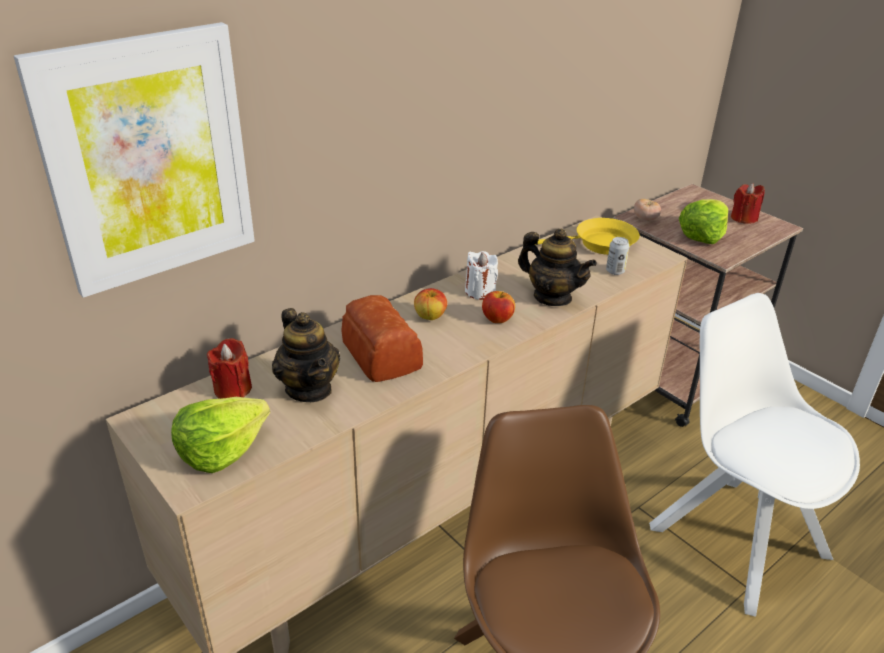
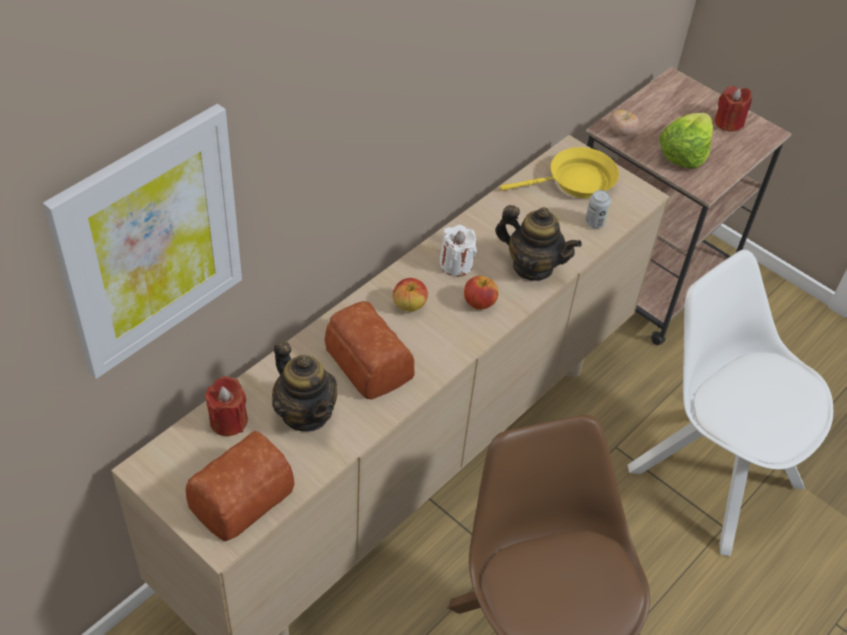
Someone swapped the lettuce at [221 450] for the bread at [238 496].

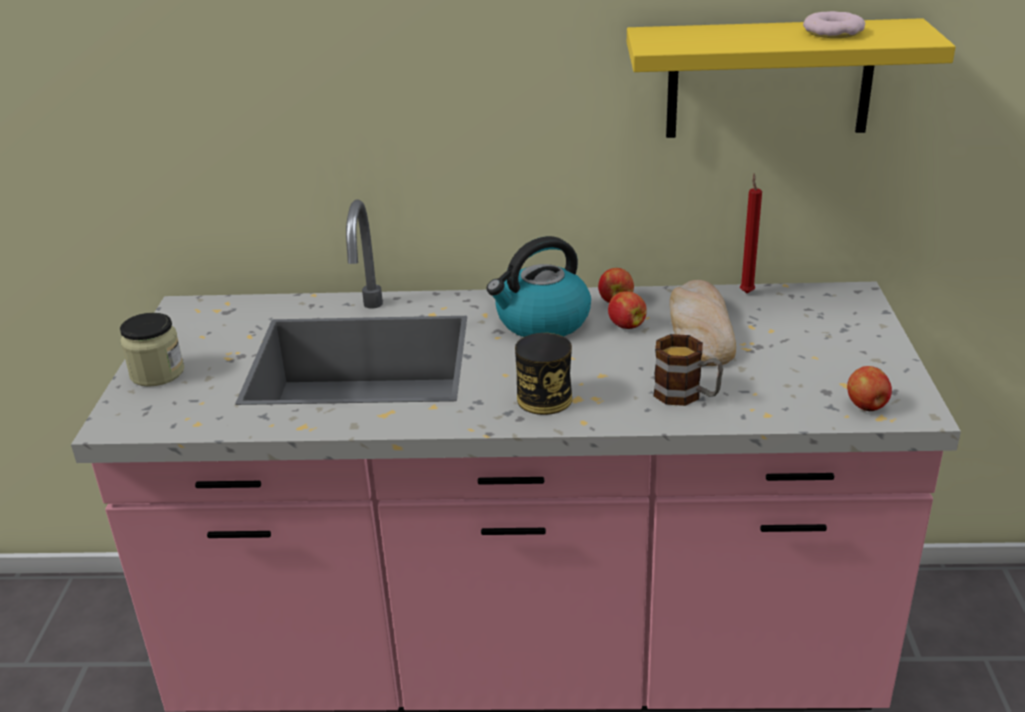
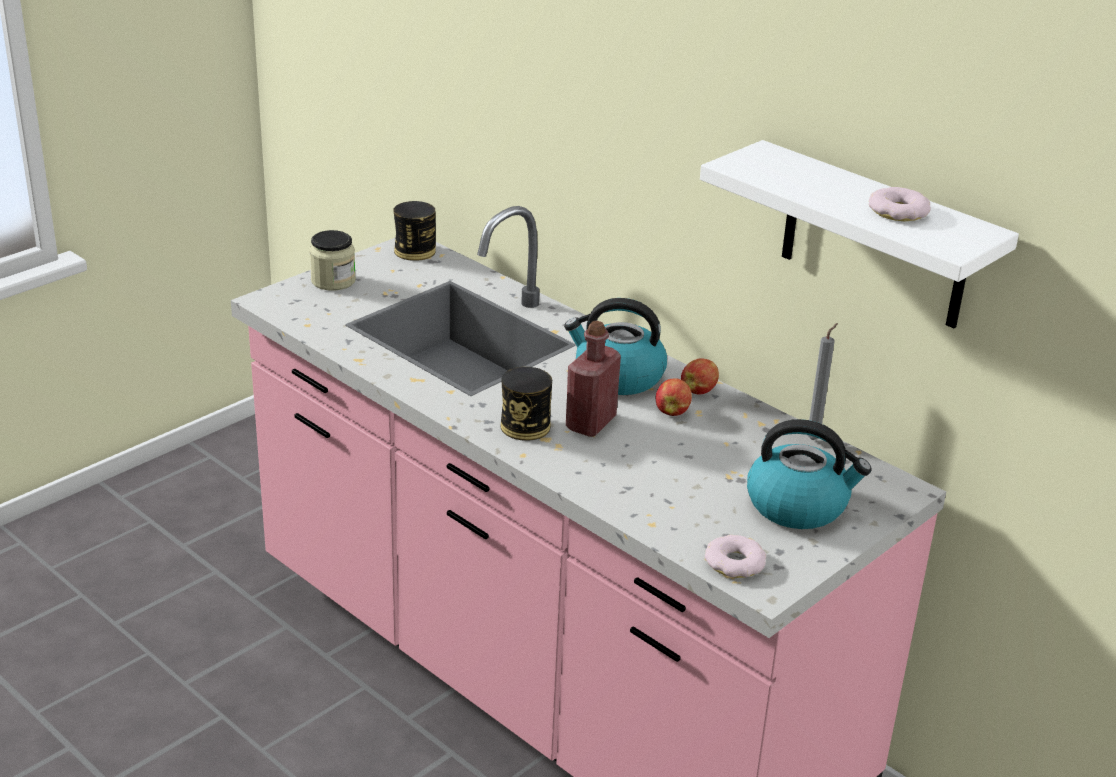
Someone put down the can at [415 251].
Someone put down the red bottle at [591 423].
Someone repainted the yellow shelf at [769 79], which became the white shelf at [875 237].
Someone swapped the apple at [867 406] for the donut at [735 562].
Someone put down the kettle at [798 505].
Someone repainted the red candle at [746 292], which became the grey candle at [814 439].
Someone took away the mug at [686 395].
Someone took away the bread at [700 329].

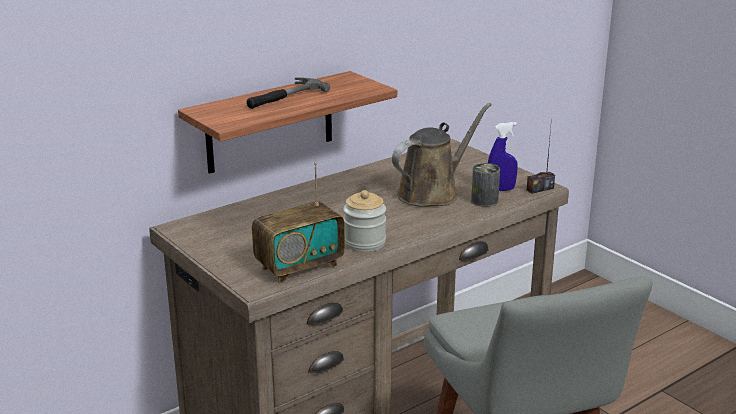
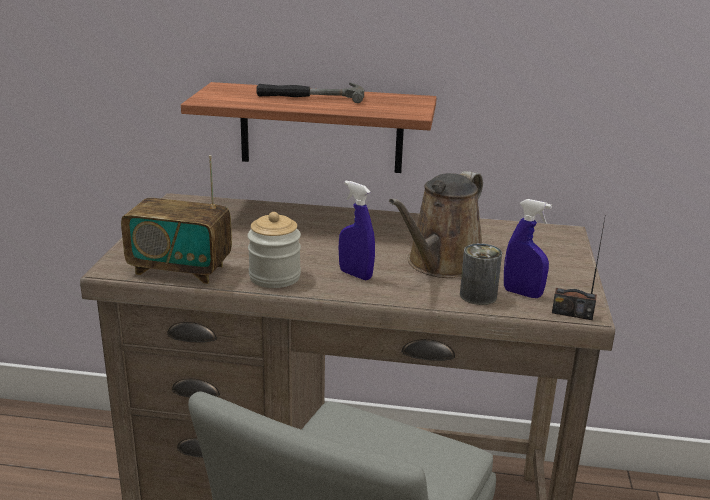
Someone put down the blue spray bottle at [355 275].
Someone rotated the brown watering can at [432 193] by 120 degrees clockwise.

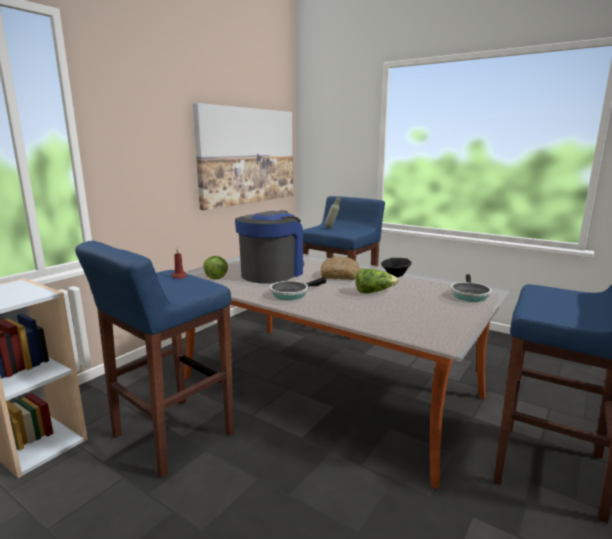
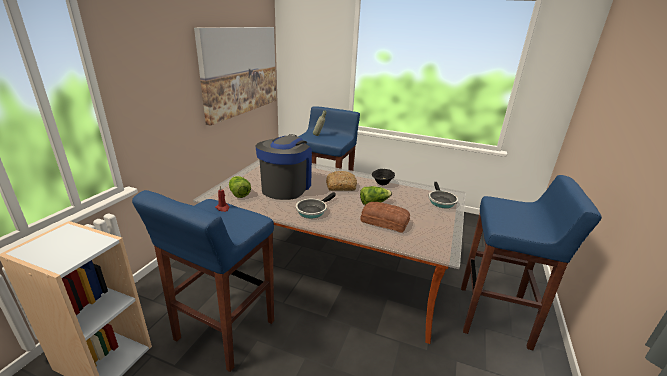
Someone put down the bread at [384 221].

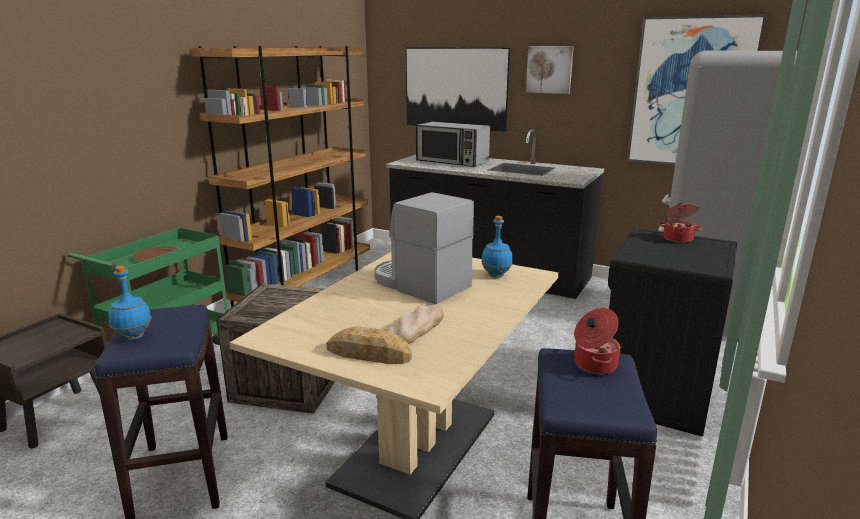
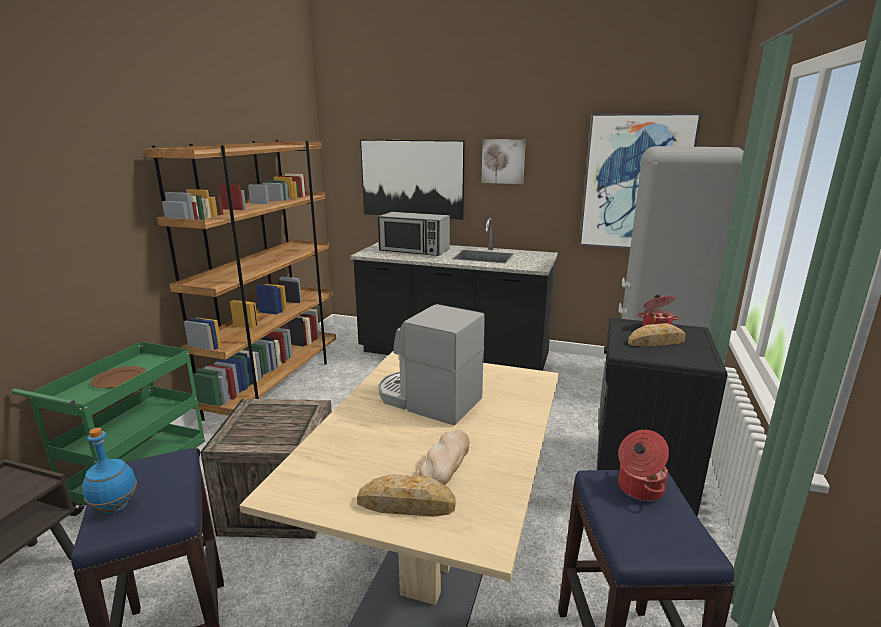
Someone put down the bread at [656 341].
Someone took away the blue bottle at [496 275].

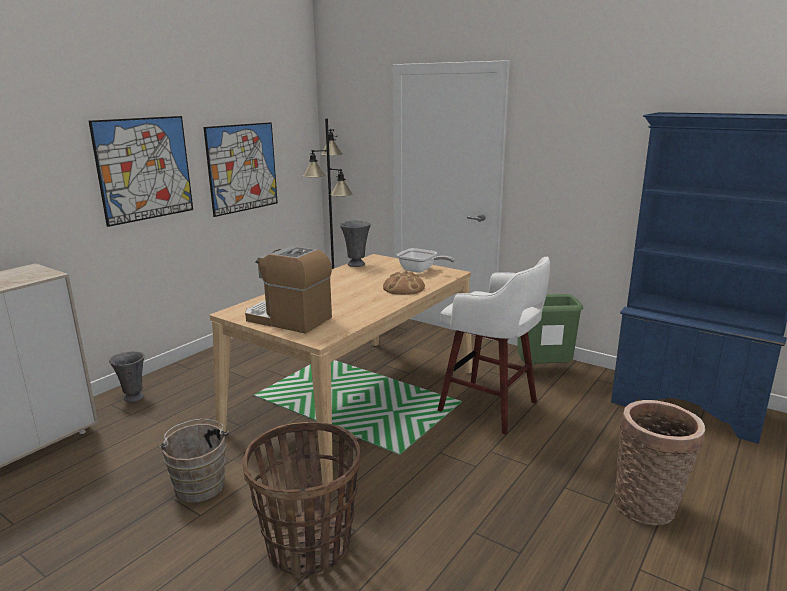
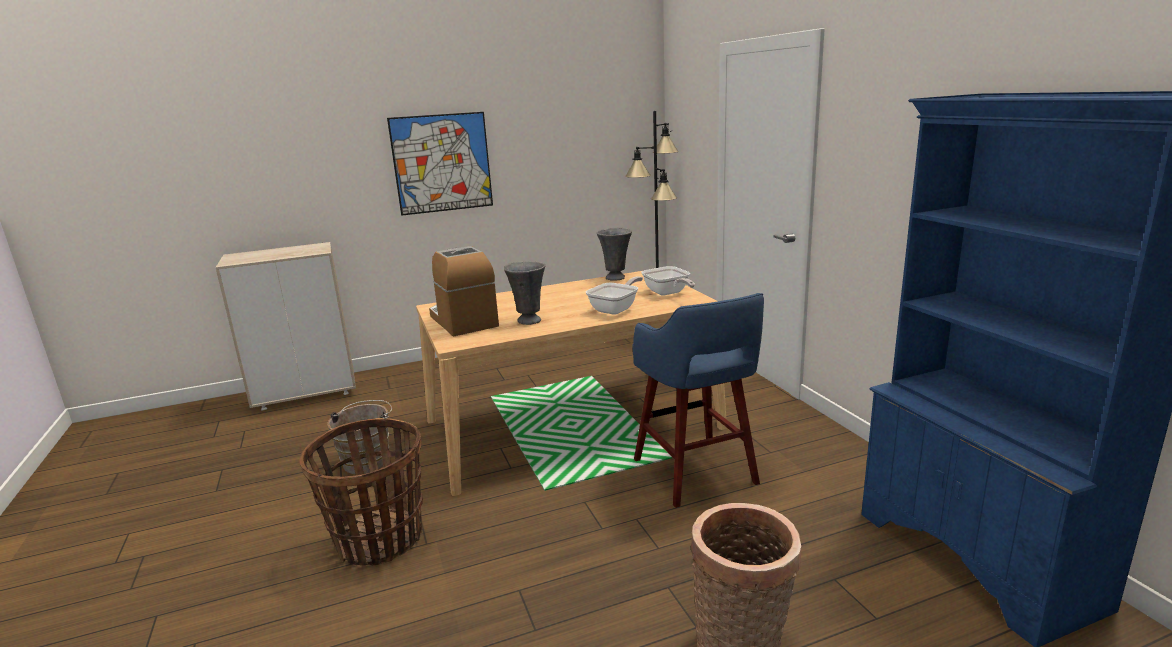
Someone carried the grey vase from [133 397] to [529 320].
Someone swapped the bread at [404 288] for the frying pan at [616 309].
Someone repainted the white stool at [490 408], which became the blue stool at [696 474].
Someone took away the picture at [242 168].
Someone took away the green trash can at [543 370].

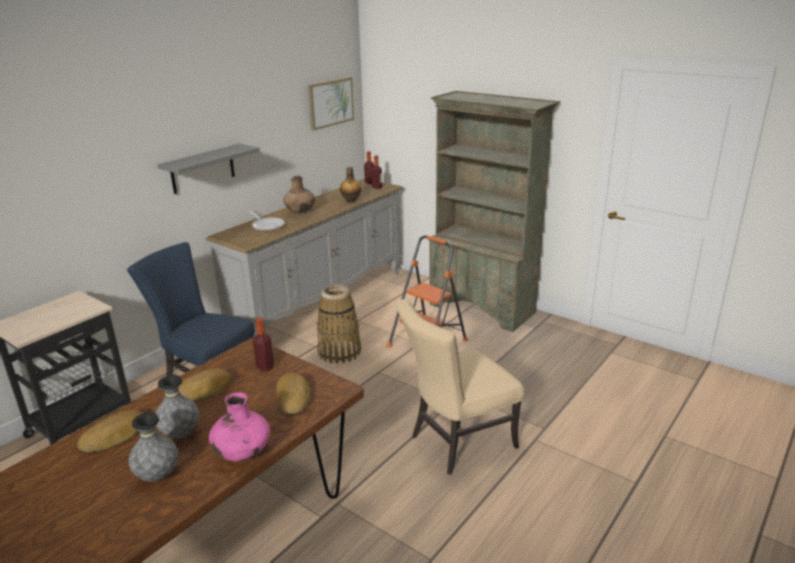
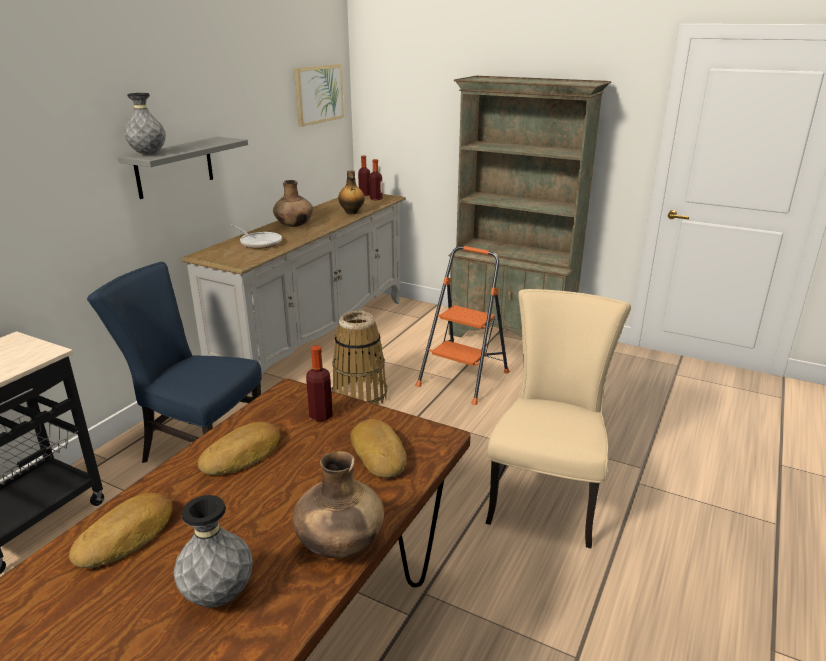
Someone carried the grey vase from [180 434] to [148 154].
Someone repainted the pink vase at [242 454], which became the brown vase at [340 544].
Someone rotated the beige chair at [457 442] by 150 degrees clockwise.

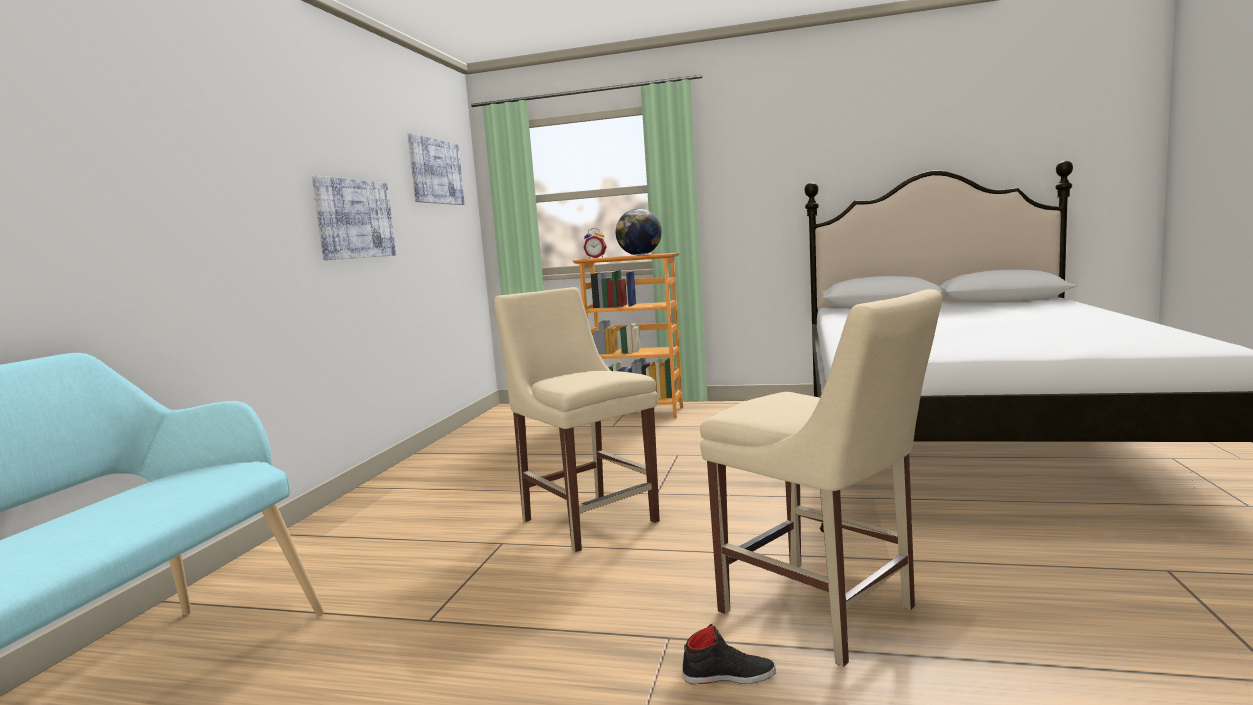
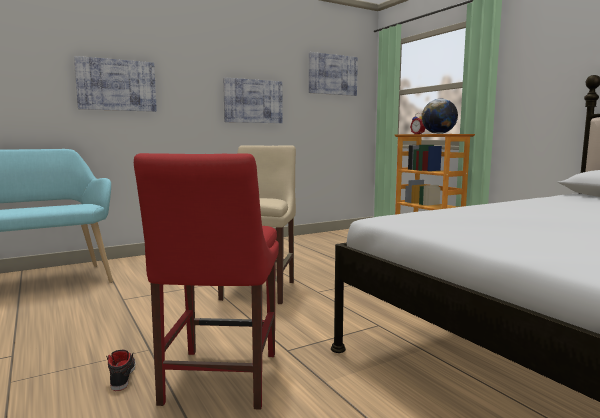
Someone put up the picture at [116 85].
Someone rotated the black shoe at [728 675] by 150 degrees counterclockwise.
Someone repainted the beige chair at [823 613], which became the red chair at [218 381].

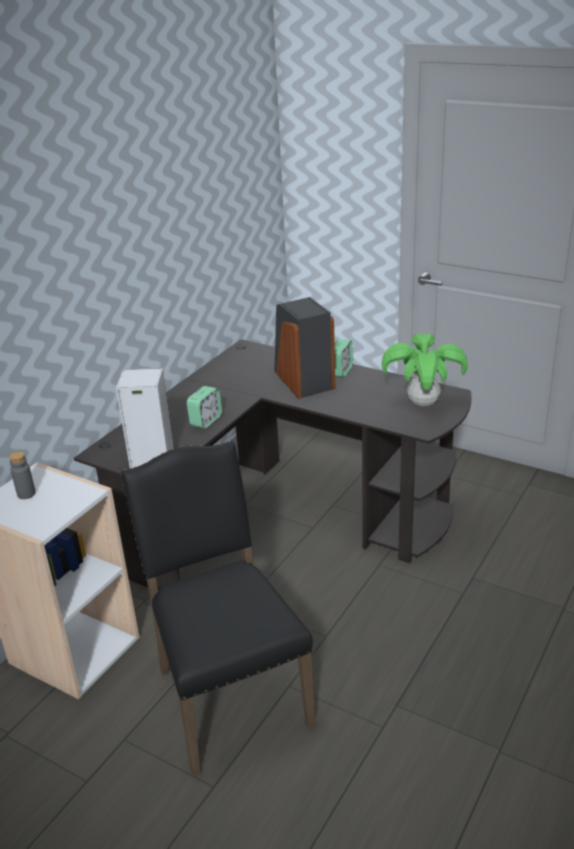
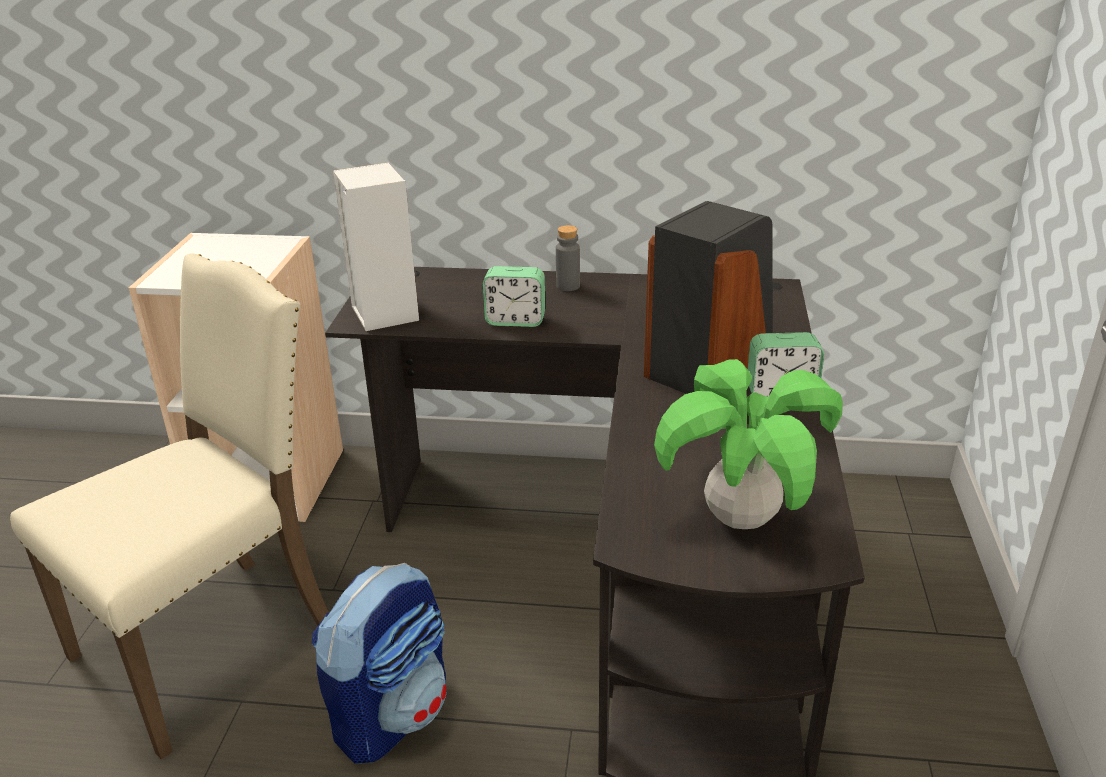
Someone repainted the black chair at [228 695], which became the beige chair at [212 642].
Someone put down the backpack at [392 713].
Someone carried the grey bottle from [26 494] to [568 286].

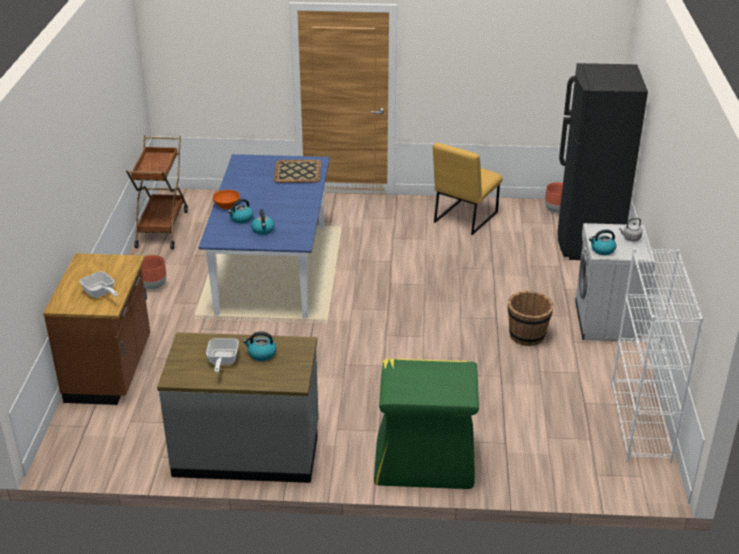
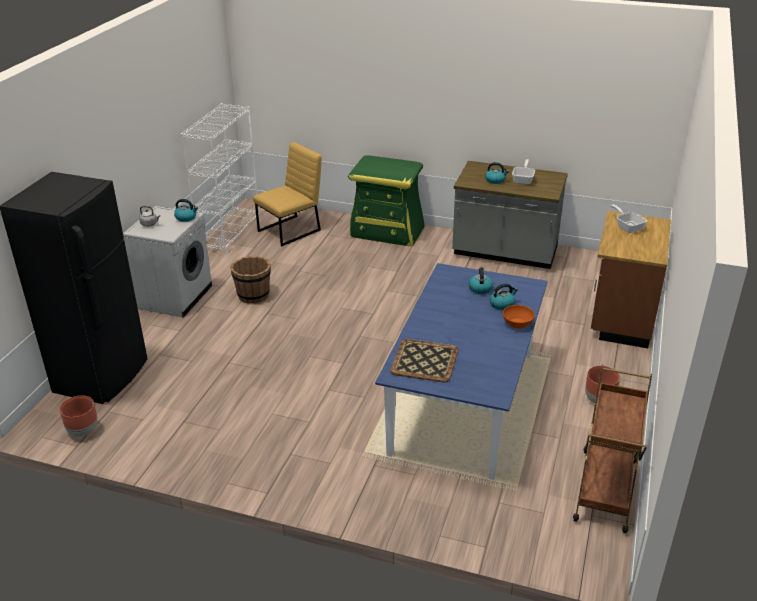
Someone carried the yellow chair from [464 218] to [291 230].

